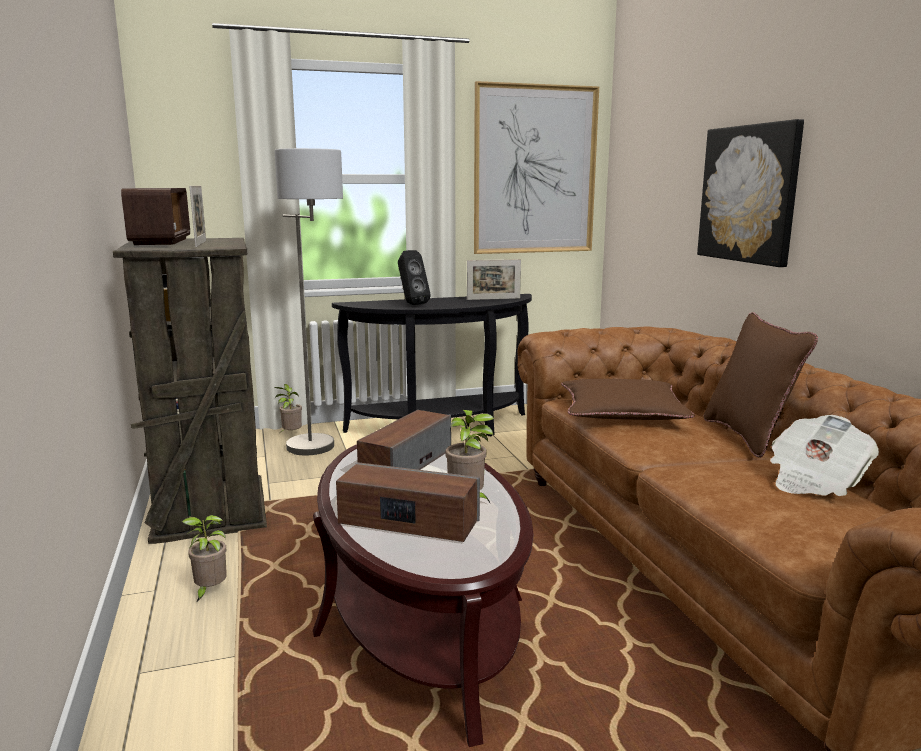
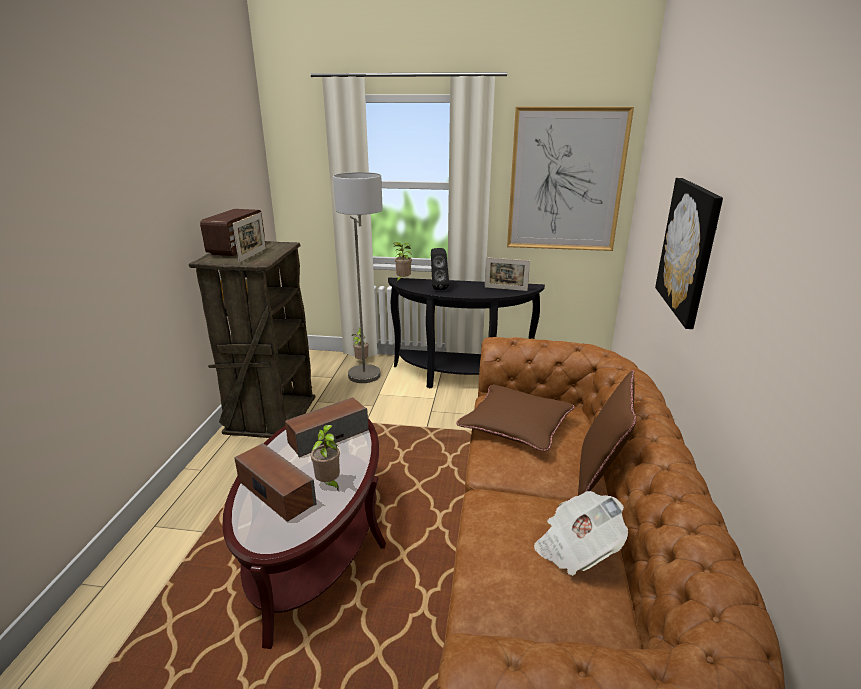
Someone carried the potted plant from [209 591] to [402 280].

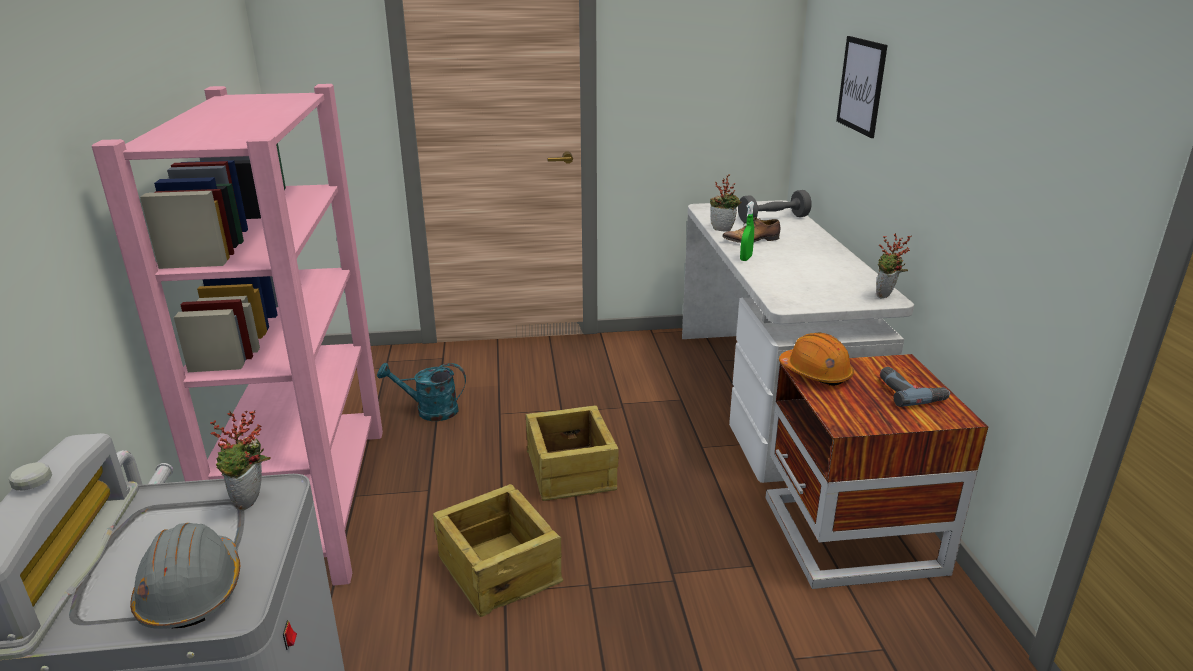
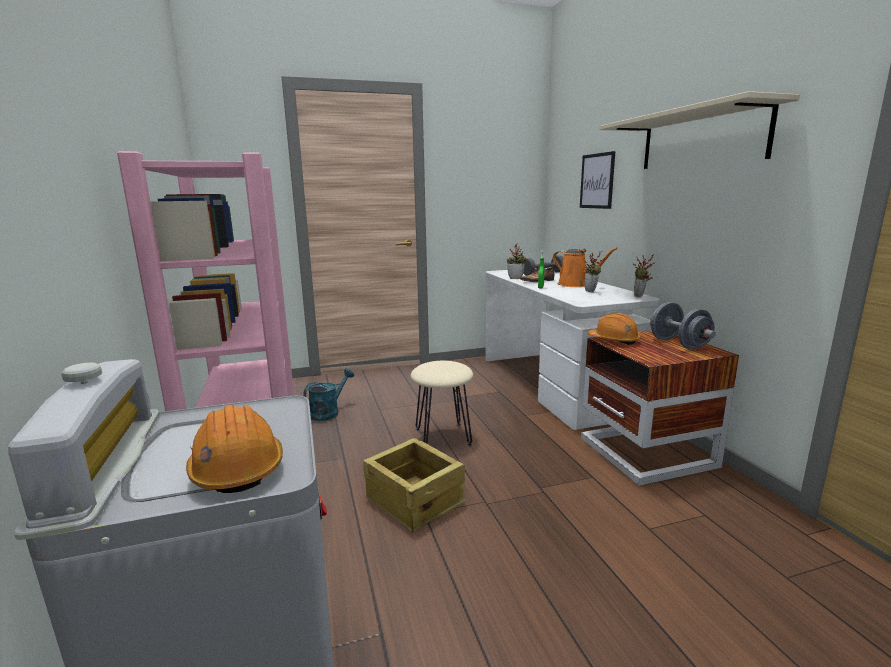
Someone repainted the grey hard hat at [192 591], which became the orange hard hat at [237 468].
Someone rotated the turquoise watering can at [429 411] by 135 degrees clockwise.
Someone swapped the crate at [570 472] for the beige stool at [442 437].
Someone put down the orange watering can at [576 285].
Someone carried the potted plant from [252 502] to [592 291].
Someone put up the beige shelf at [701 139].
Someone swapped the power drill at [910 392] for the grey dumbbell at [678 344].

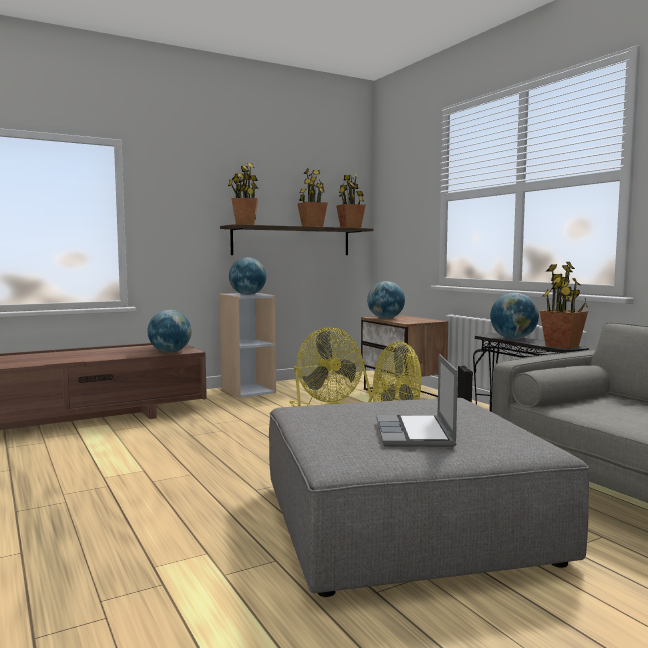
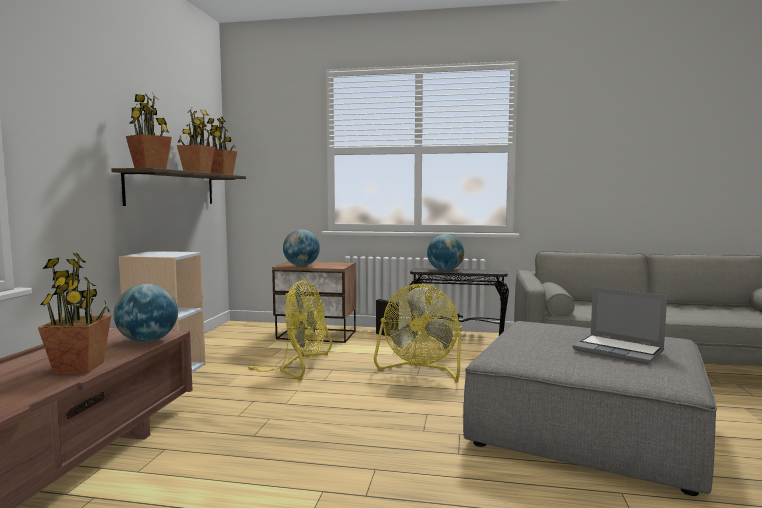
Someone carried the potted plant from [562 346] to [80 368].
Someone took away the globe at [248 294].

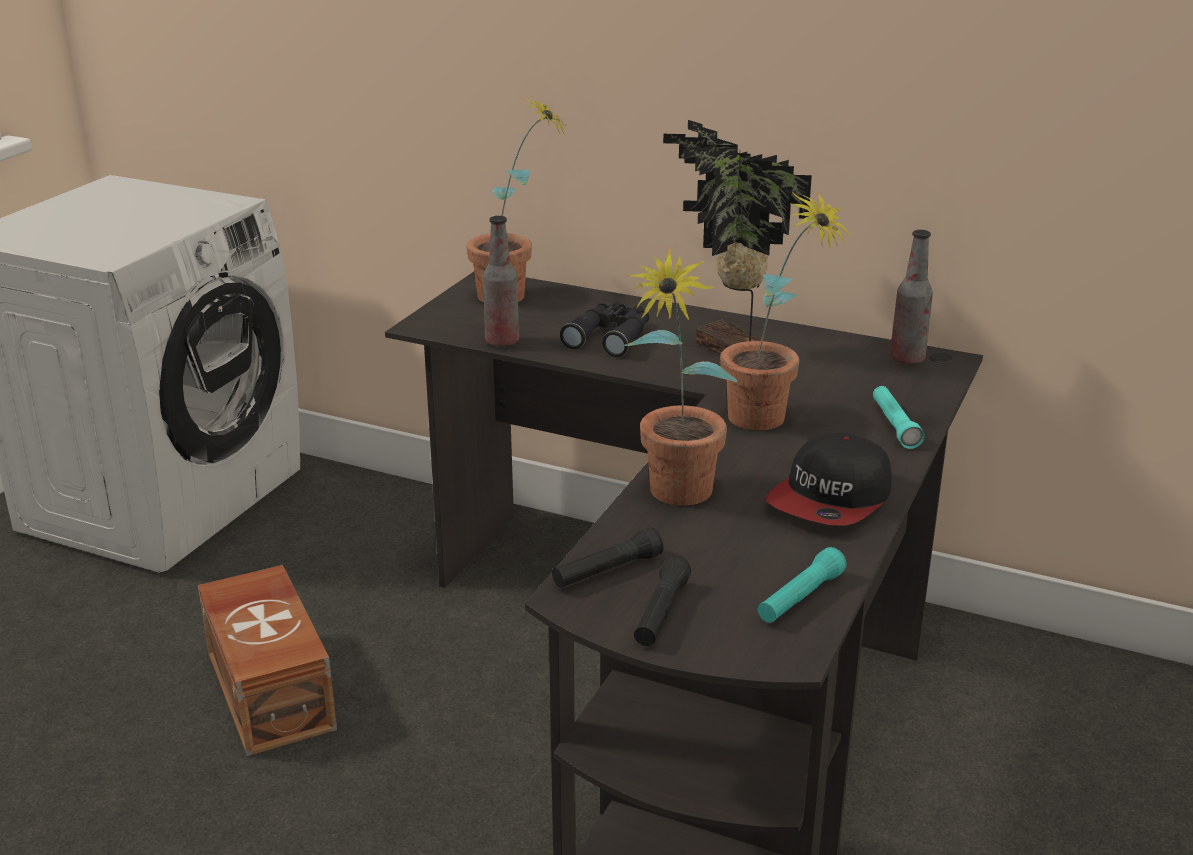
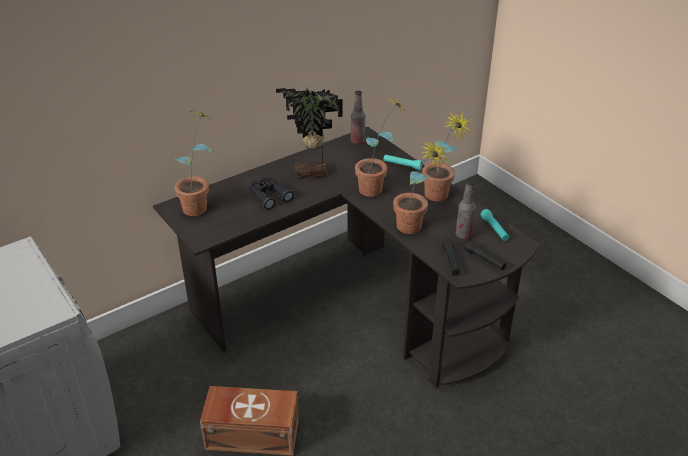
Someone swapped the cap at [831 499] for the potted plant at [440 198].
Someone carried the bottle from [502 342] to [463 235].

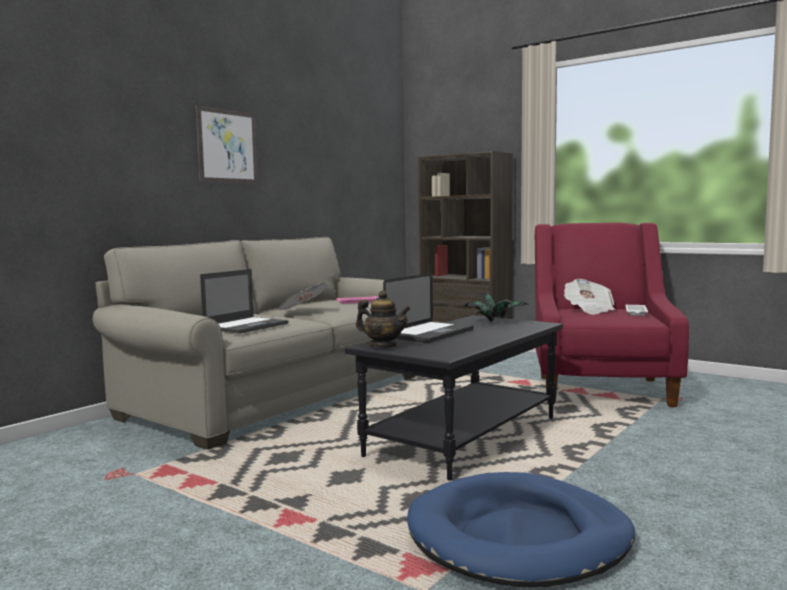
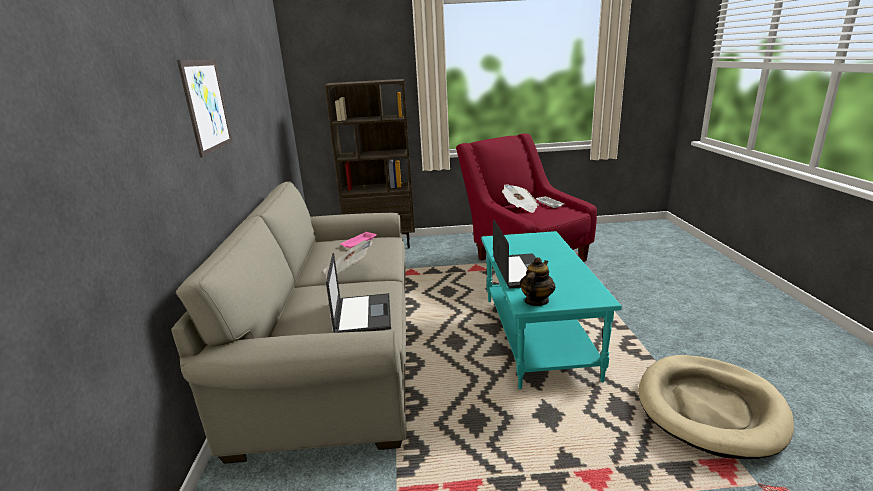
Someone repainted the black coffee table at [463 435], which became the turquoise coffee table at [535 335].
Someone rotated the teapot at [383 346] by 45 degrees counterclockwise.
Someone repainted the blue dog bed at [519 537], which became the beige dog bed at [710 408].
Someone took away the potted plant at [496 322].

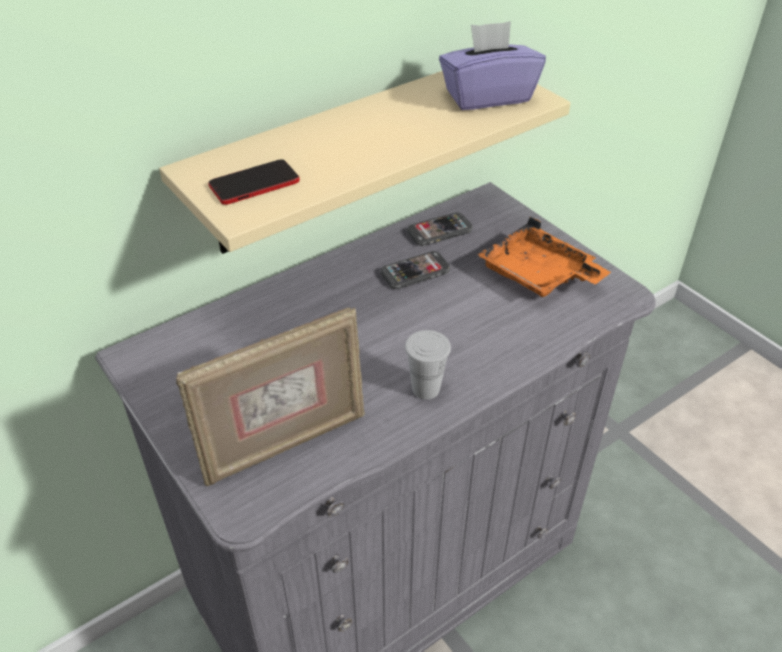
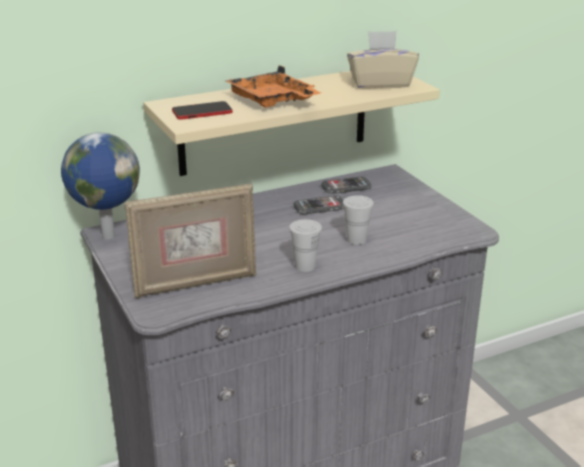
Someone put down the globe at [107 236].
Someone carried the orange tray from [538 275] to [272 101].
Someone put down the white cup at [356 240].
Someone repainted the purple tissue box at [487 96], which became the beige tissue box at [380 83].

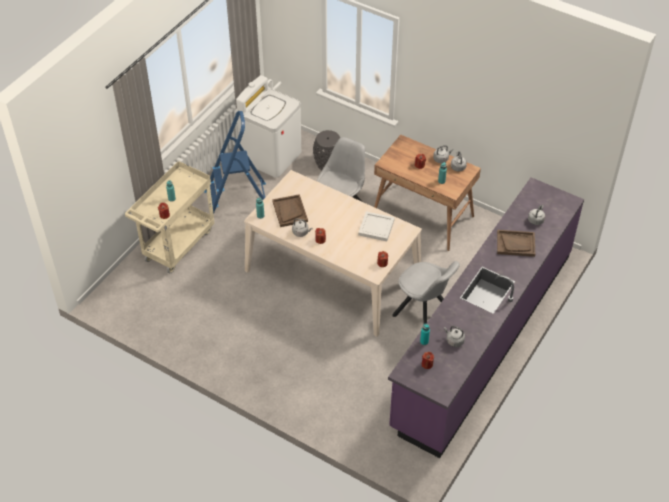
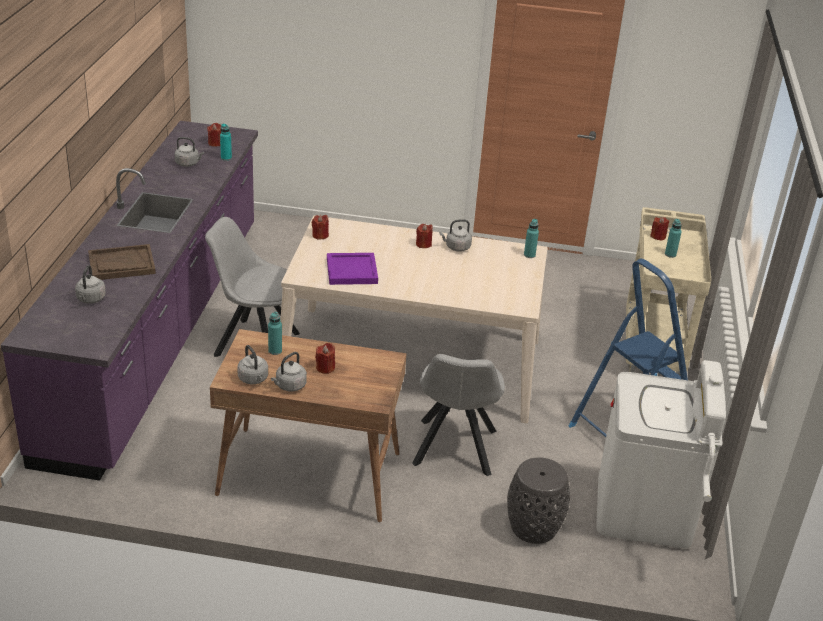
Someone repainted the white tray at [377 227], which became the purple tray at [351 271].
Someone took away the brown tray at [290 211].

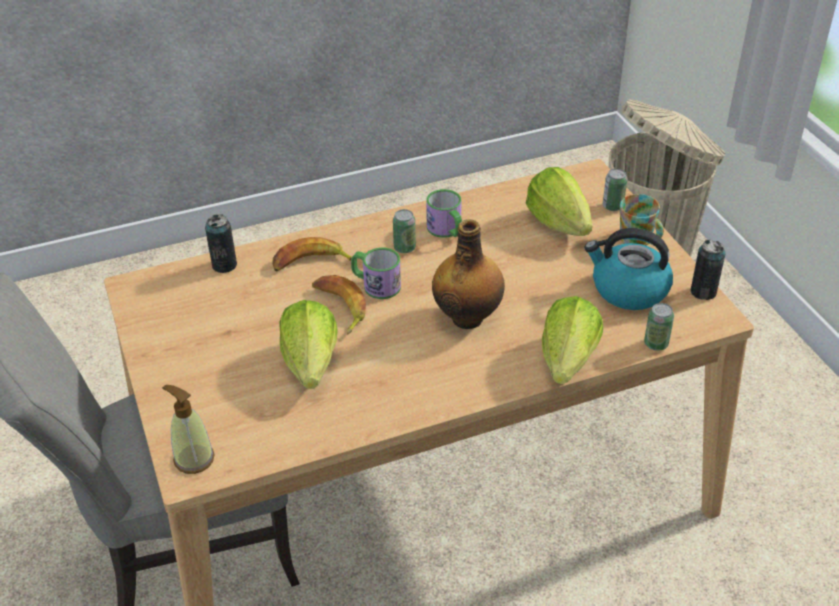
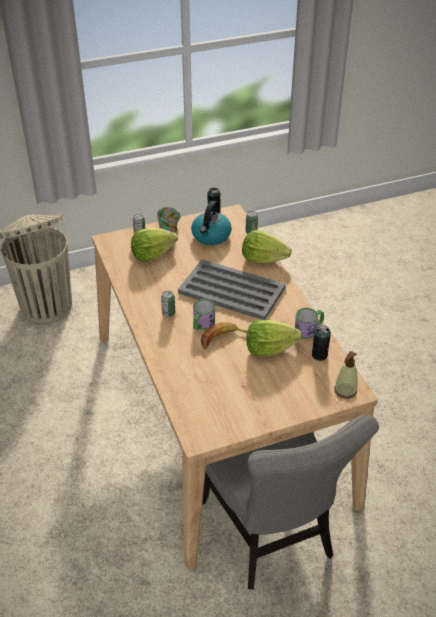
Someone swapped the bottle at [468 317] for the grey tray at [231 290].
Someone carried the mug from [447 230] to [309 329].
Someone carried the can from [224 265] to [319 355].
Someone took away the banana at [312 263].

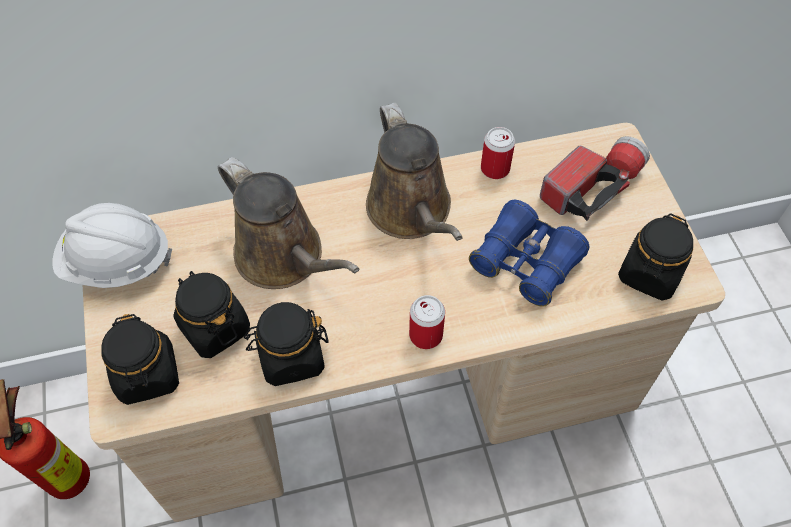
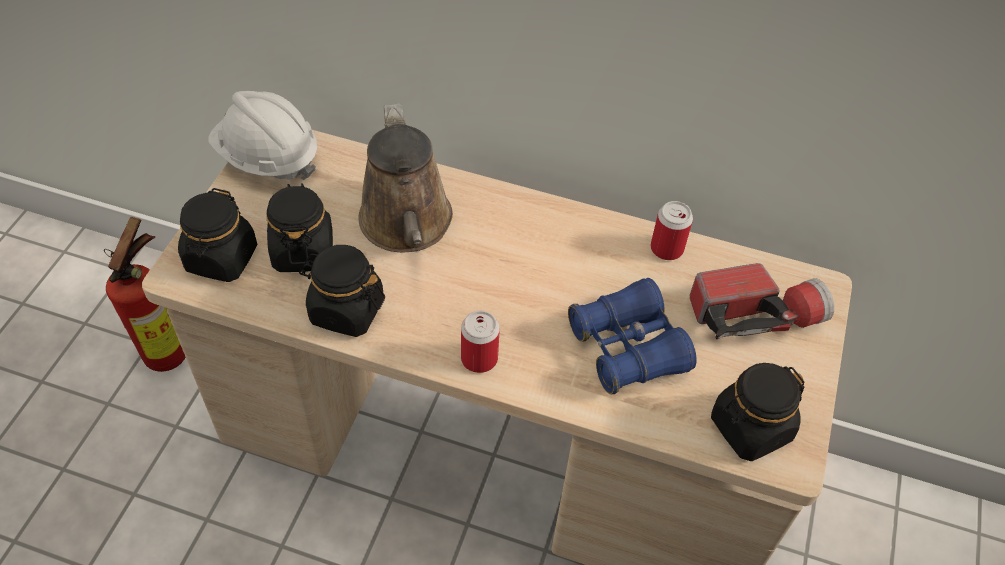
Someone took away the brown watering can at [412 212].

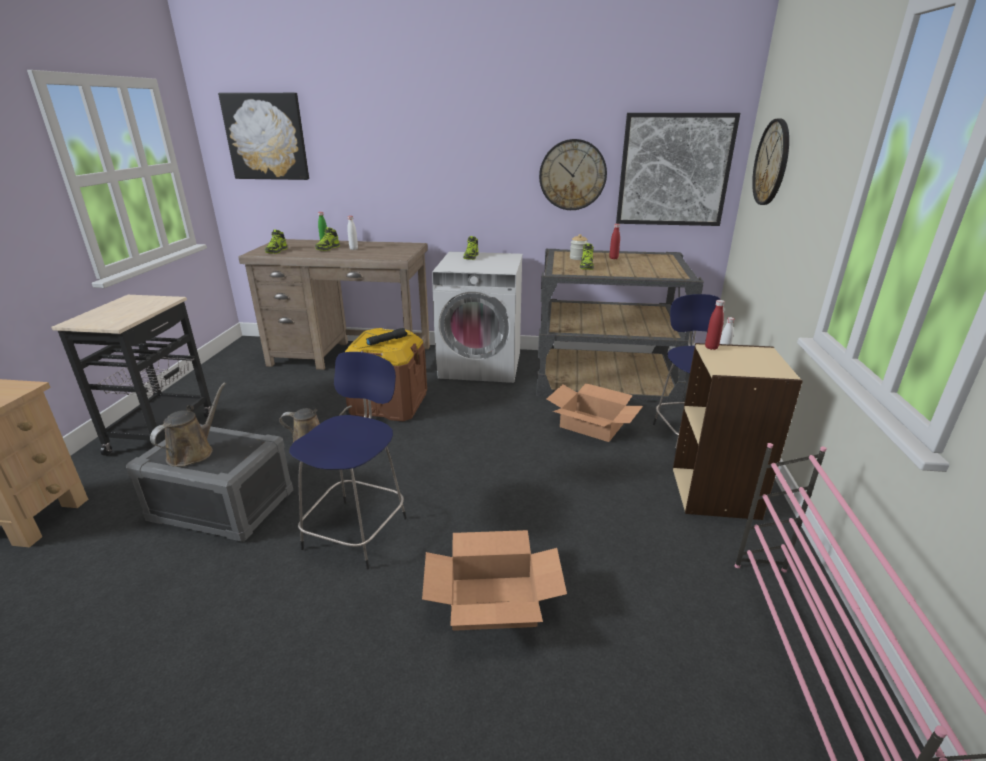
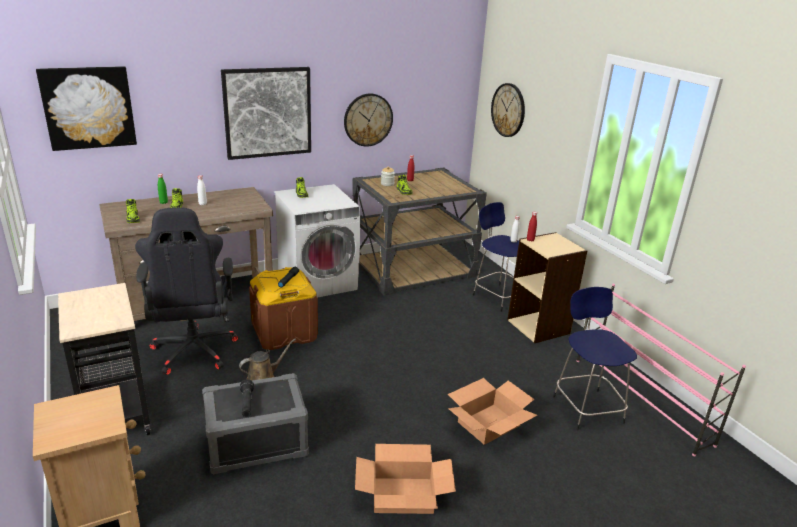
Someone put down the black office chair at [194 350].
Someone carried the picture from [674 170] to [268 112].
Someone swapped the brown watering can at [194 452] for the black flashlight at [247 404].
Someone carried the cardboard box from [591 425] to [403 495].
Someone carried the blue stool from [358 530] to [586 408].

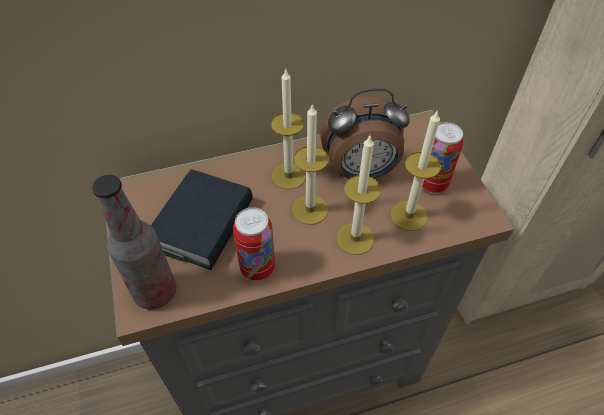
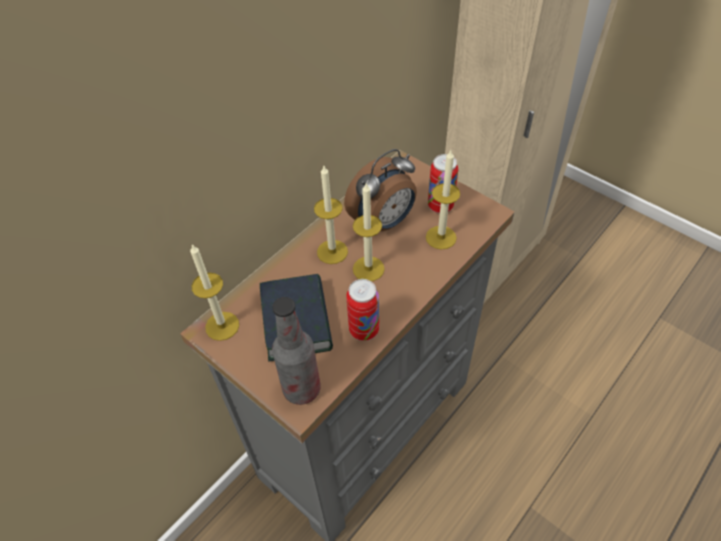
Someone carried the candle from [355 238] to [222 326].

